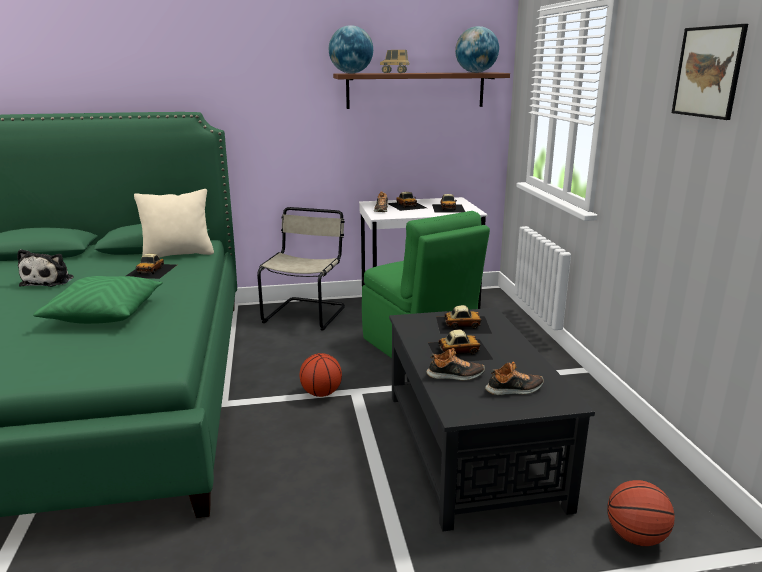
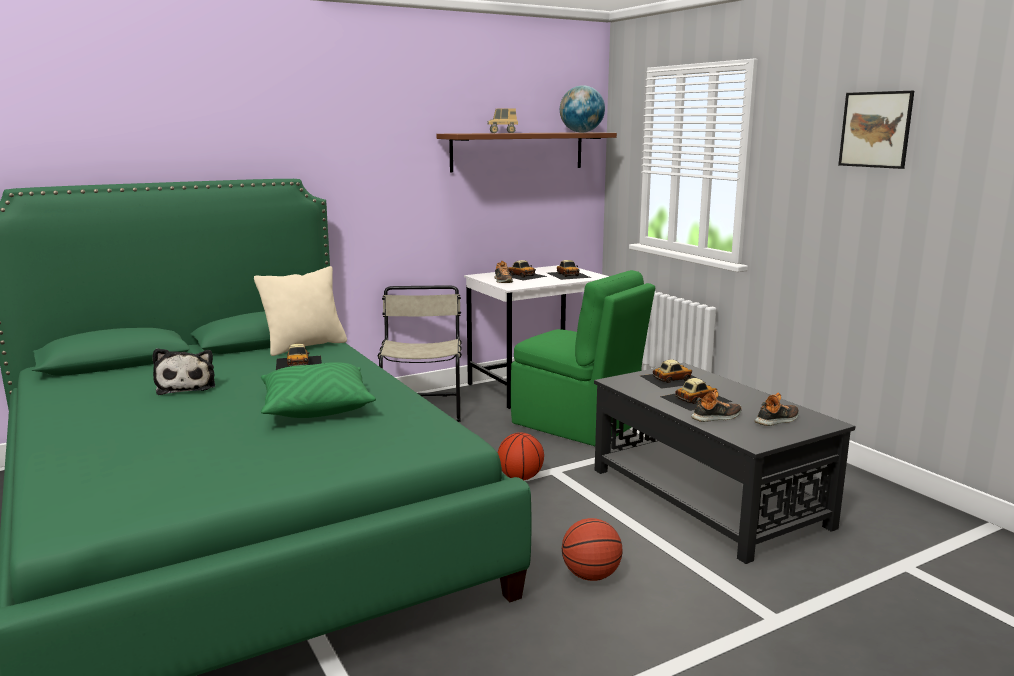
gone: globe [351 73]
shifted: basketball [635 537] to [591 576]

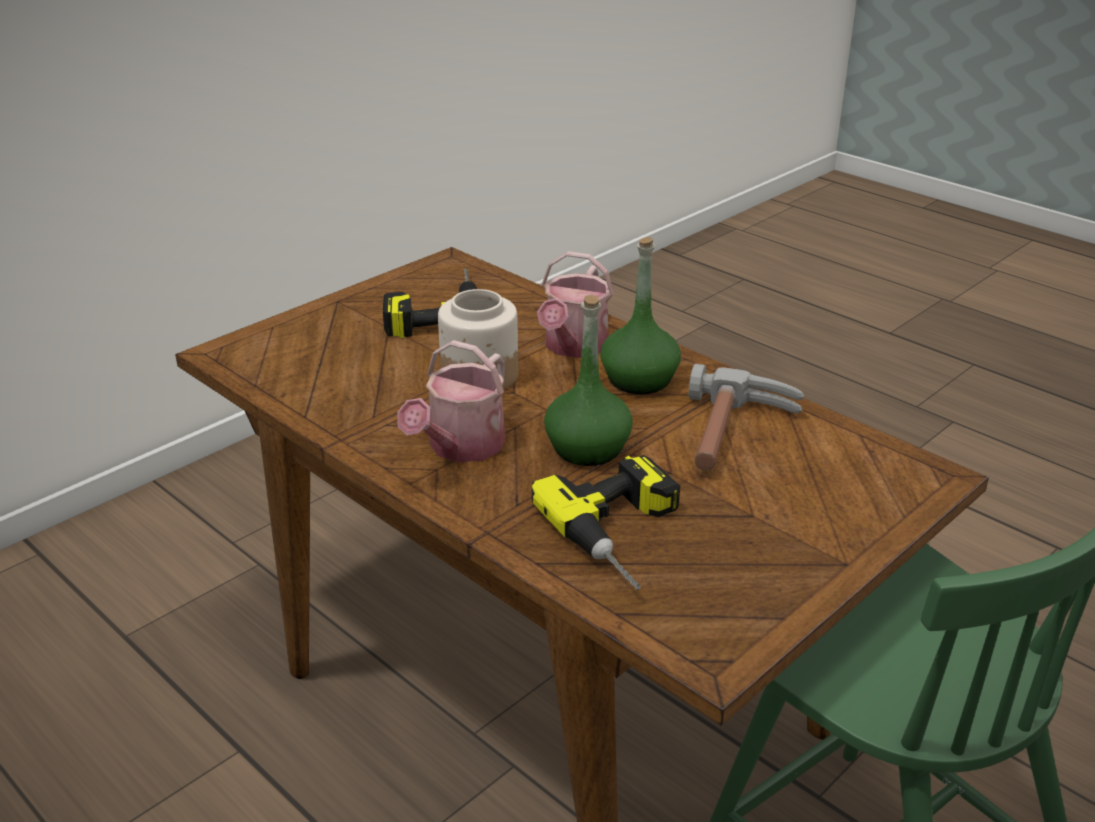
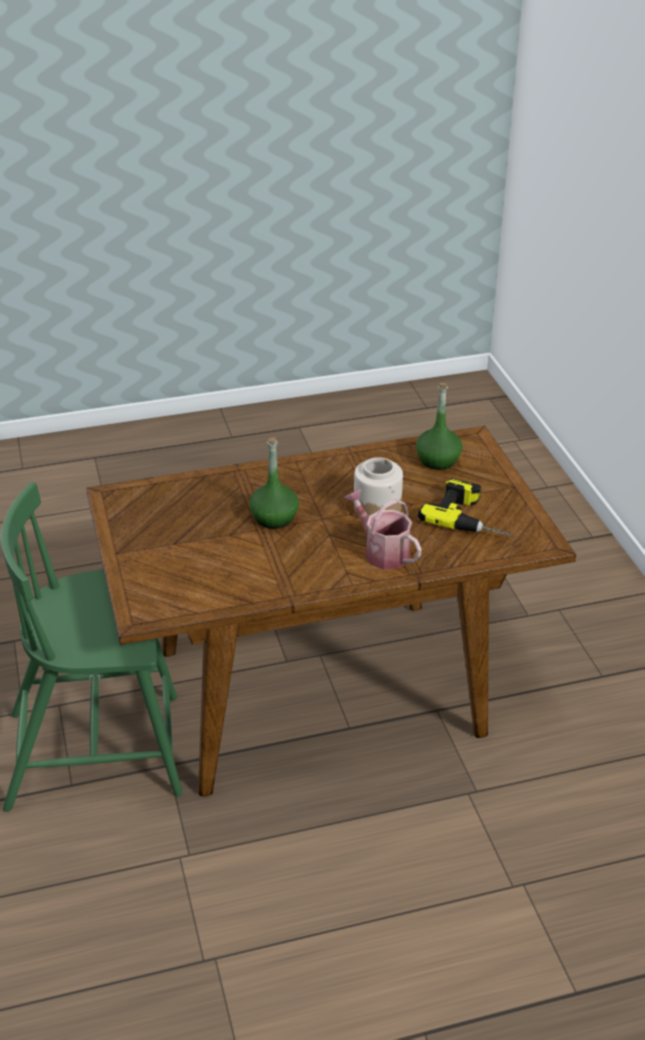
gone: watering can [460 447]; power drill [627 534]; hammer [736 436]
shifted: green bottle [639 380] to [437 460]

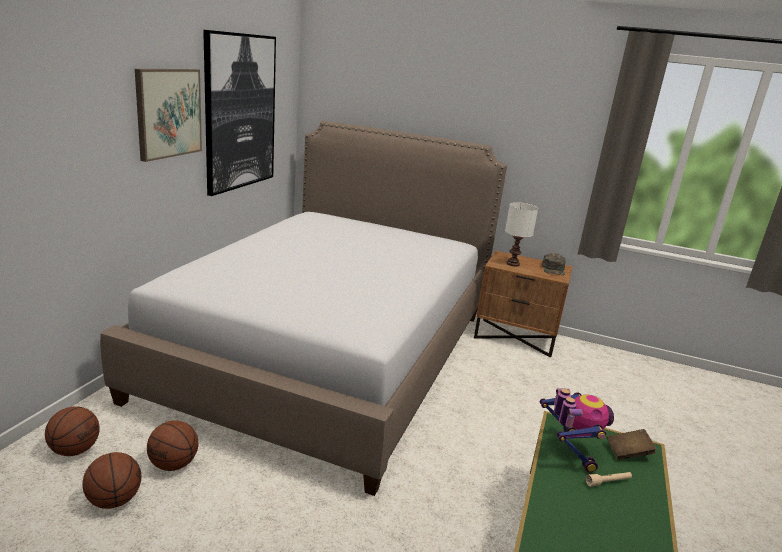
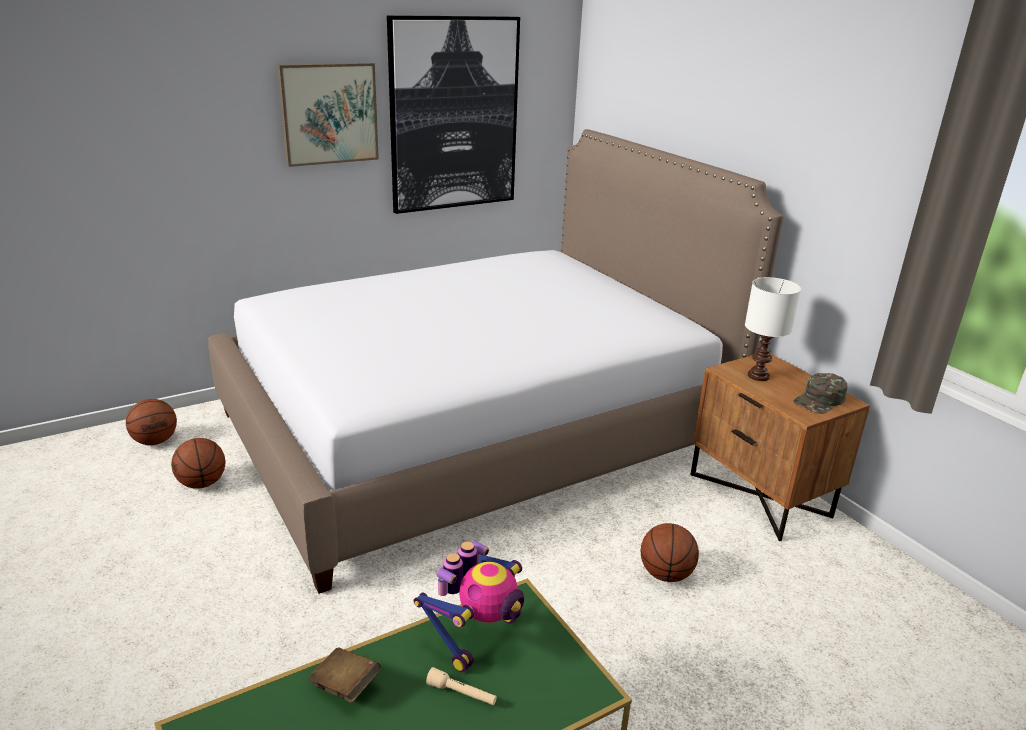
shifted: brown book [628 453] to [345 686]; basketball [114 500] to [665 574]

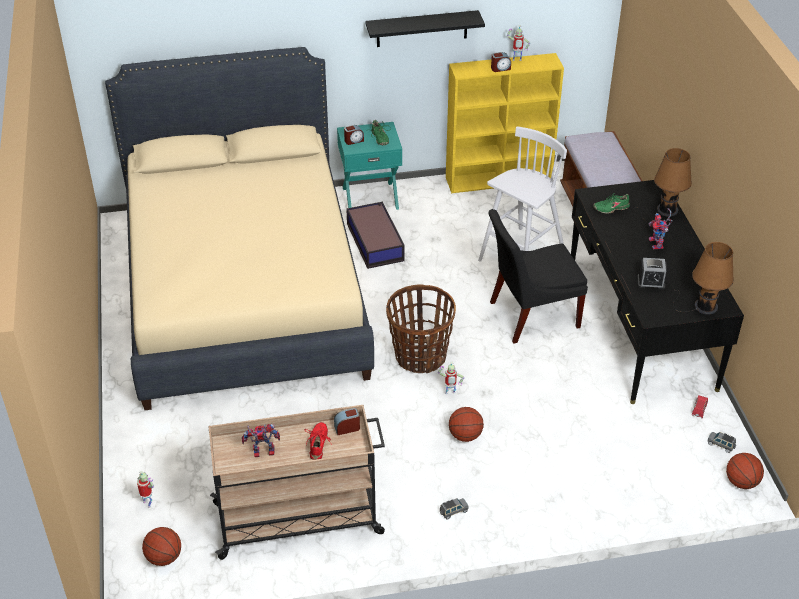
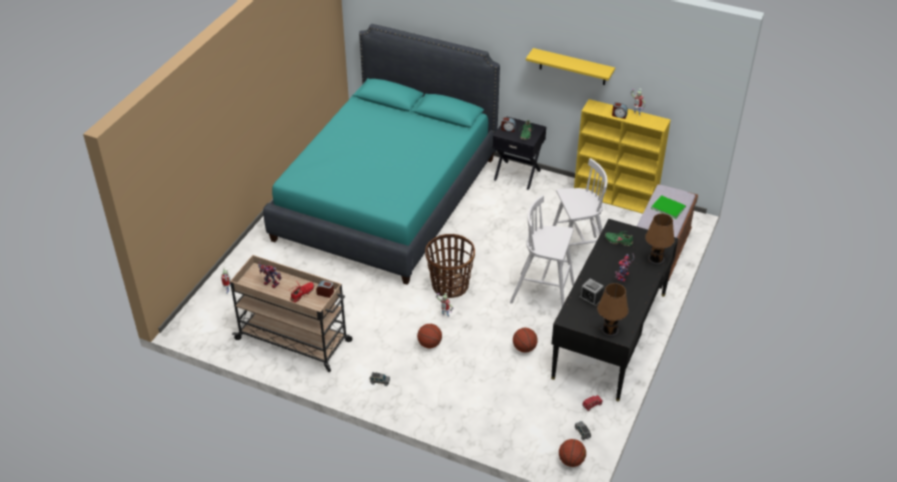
gone: storage box [375 241]
new: green book [667 207]
shifted: basketball [164 557] to [524 348]
swapped: black chair [530 315] to white stool [543 294]
repainted: beige bed [244 289] to turquoise bed [387 198]; turquoise nightstand [370 197] to black nightstand [517 174]; black shelf [422 28] to yellow shelf [572 67]

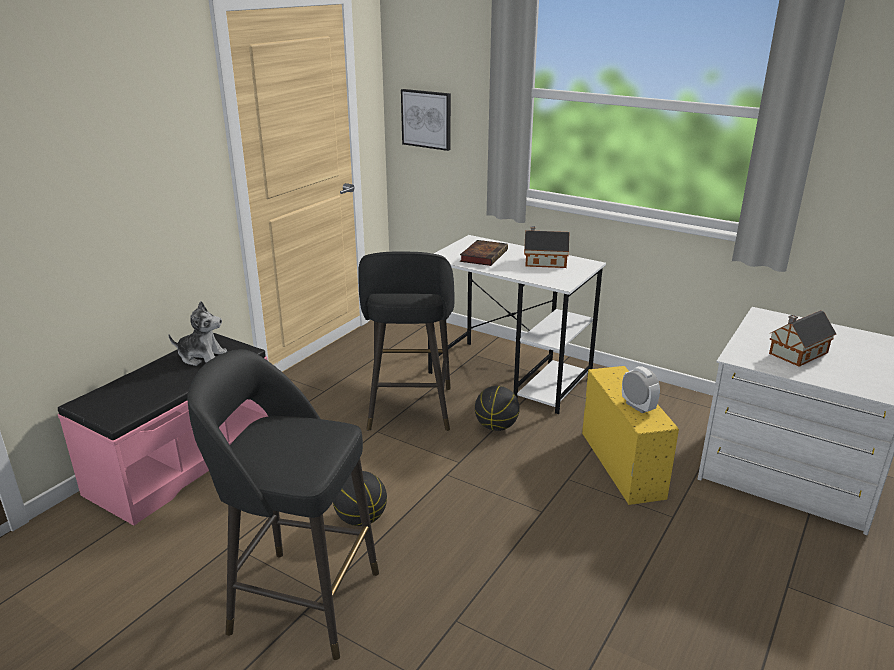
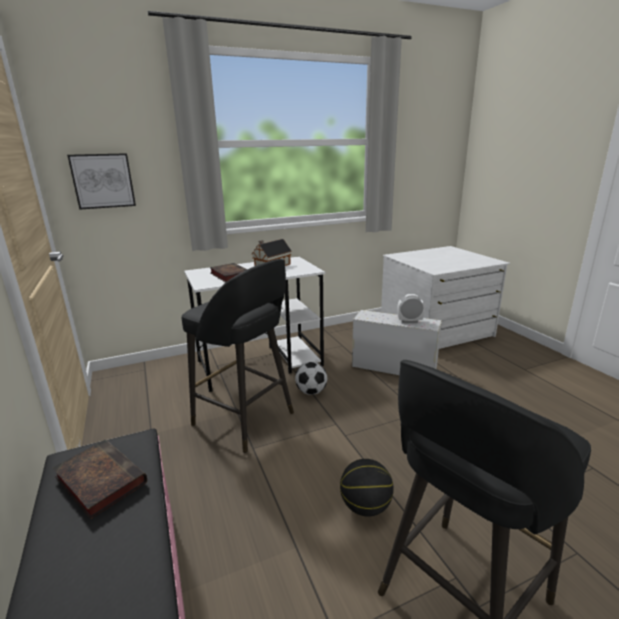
gone: toy house [796 353]
swapped: plush toy [202 357] to book [98 480]; basketball [496 426] to football [311 392]
repainted: yellow storage box [621 463] to white storage box [392 367]

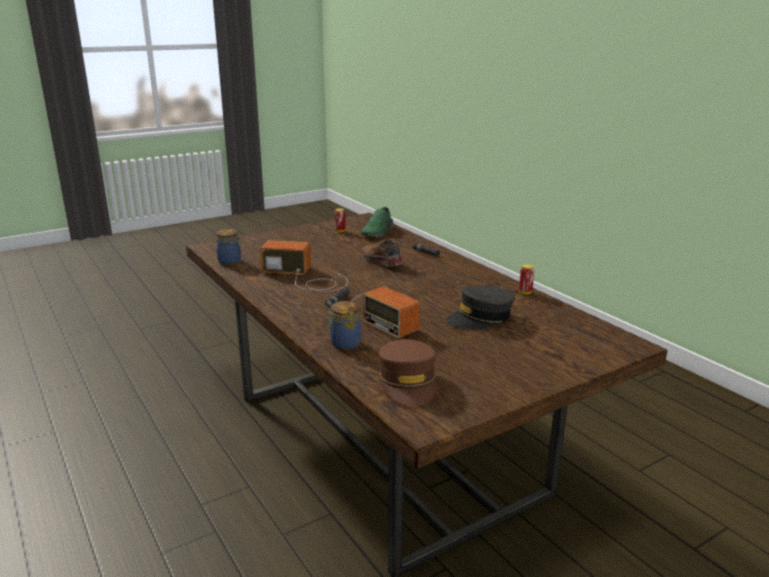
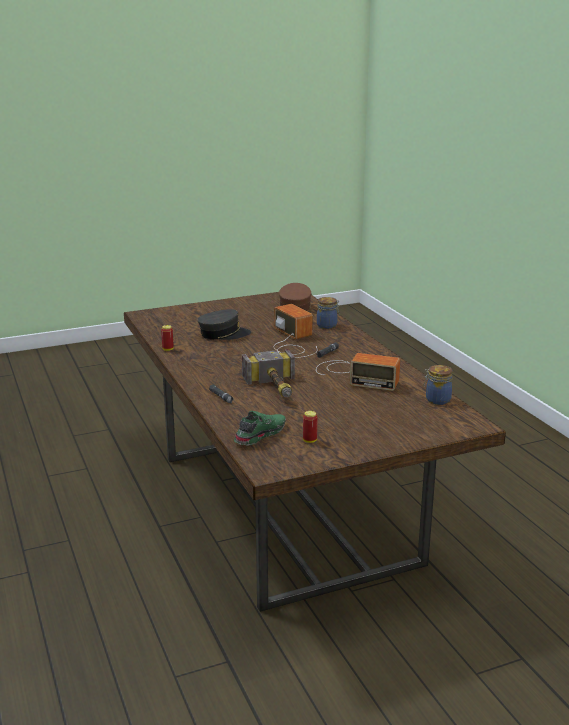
swapped: brown shoe [380 261] to hammer [276 389]

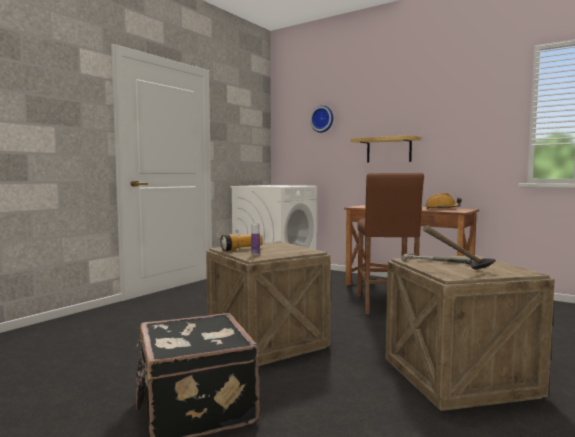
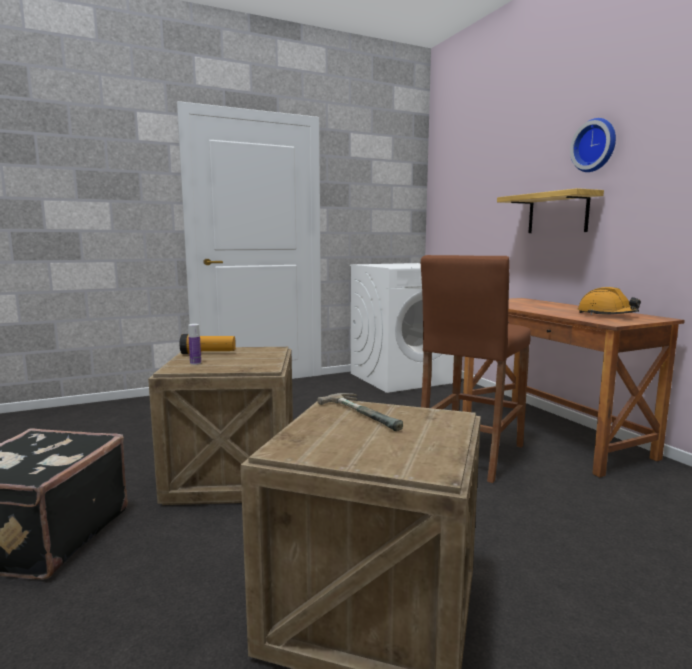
gone: hammer [459 273]
shifted: wall clock [322 119] to [595 145]

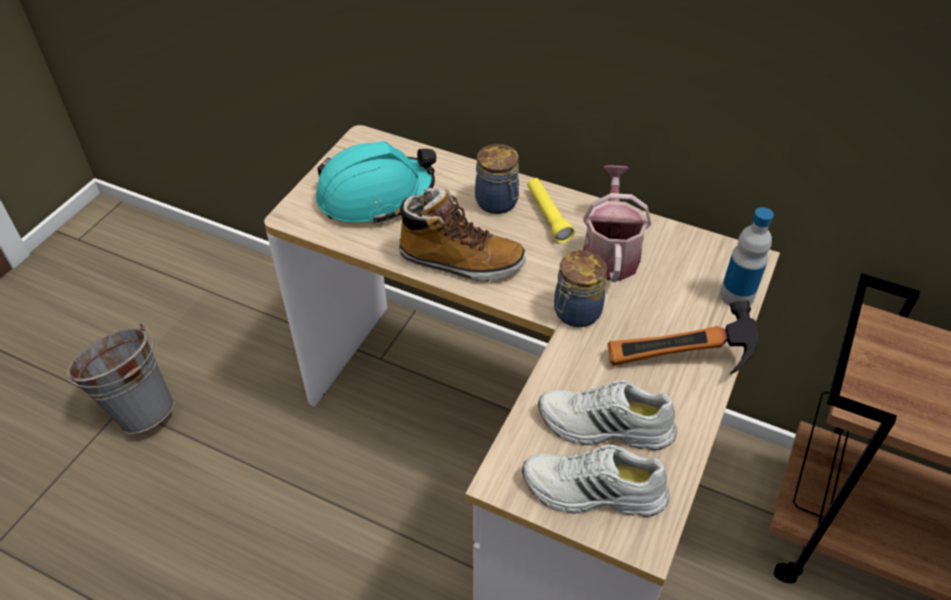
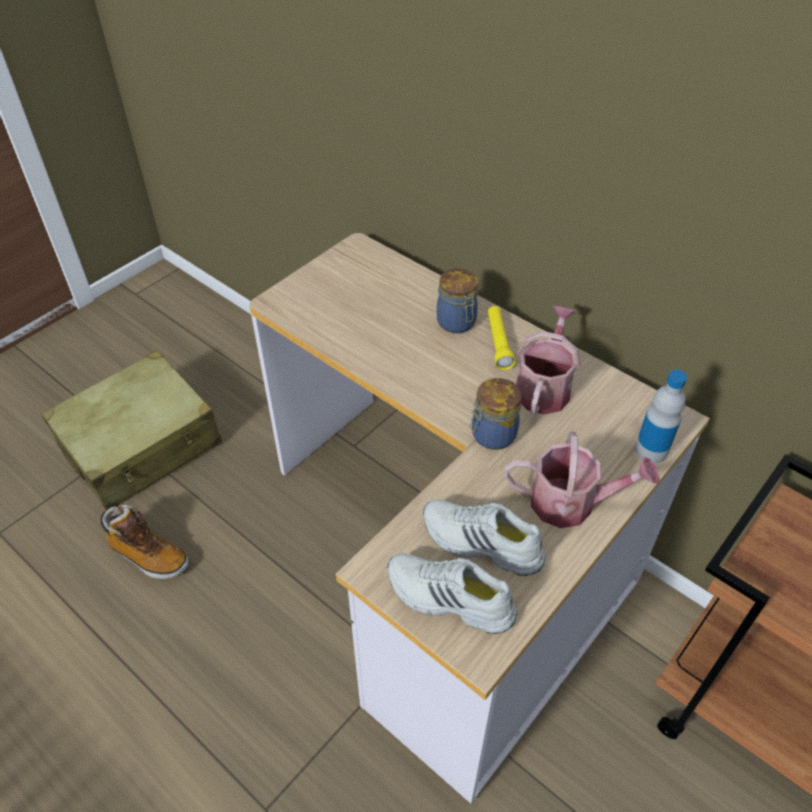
gone: turquoise hard hat [375 196]
shifted: boot [460 261] to [148 556]
swapped: grey bucket [138 408] to beige suitcase [141 445]; hammer [679 365] to watering can [571 503]

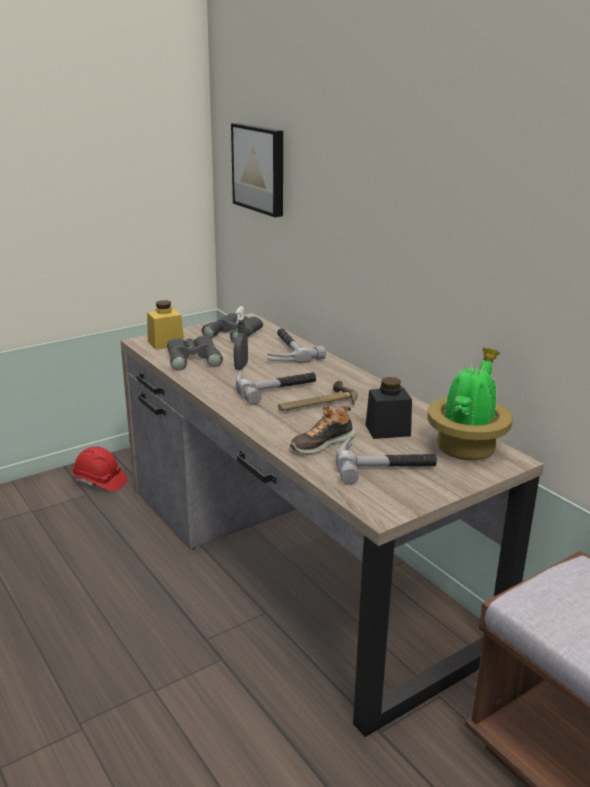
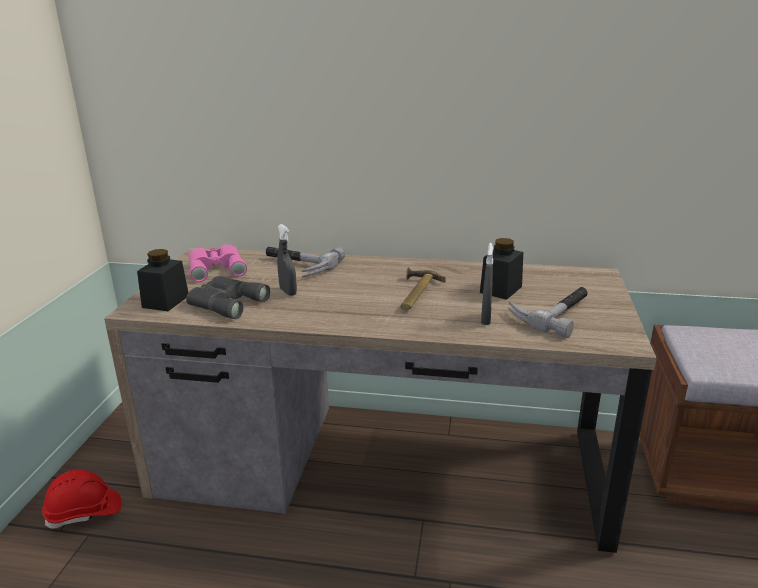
gone: picture [260 168]; hammer [274 387]; potted plant [466 447]
swapped: shoe [322 443] to grey spray bottle [485 319]
repainted: yellow jar [166 343] to black jar [165 301]; grey binoculars [235 333] to pink binoculars [216 268]

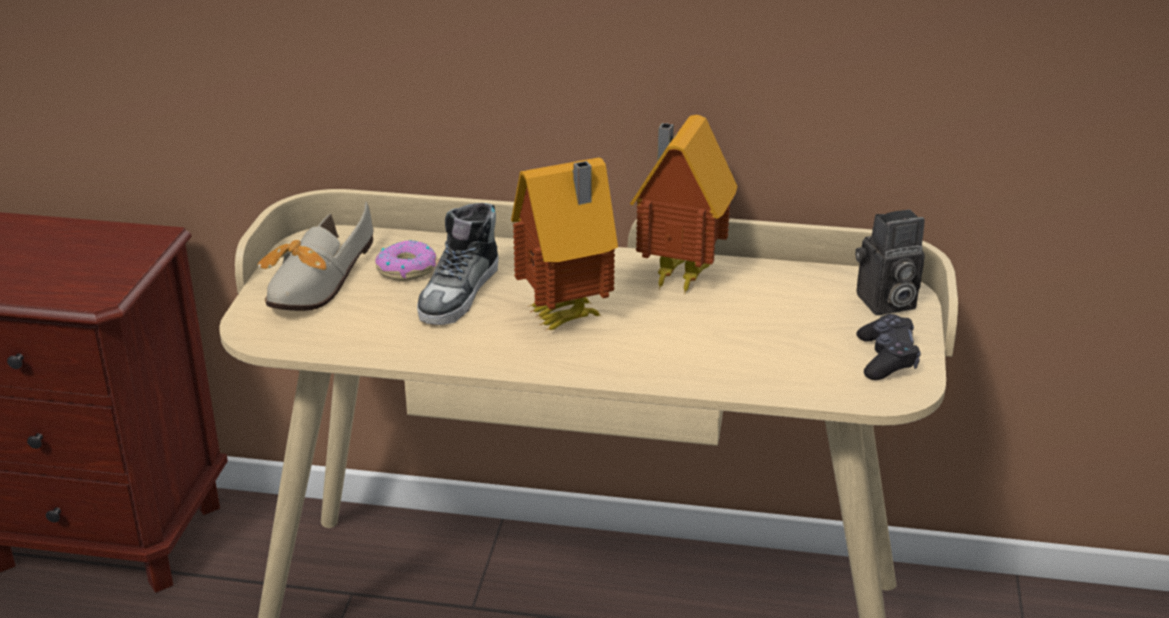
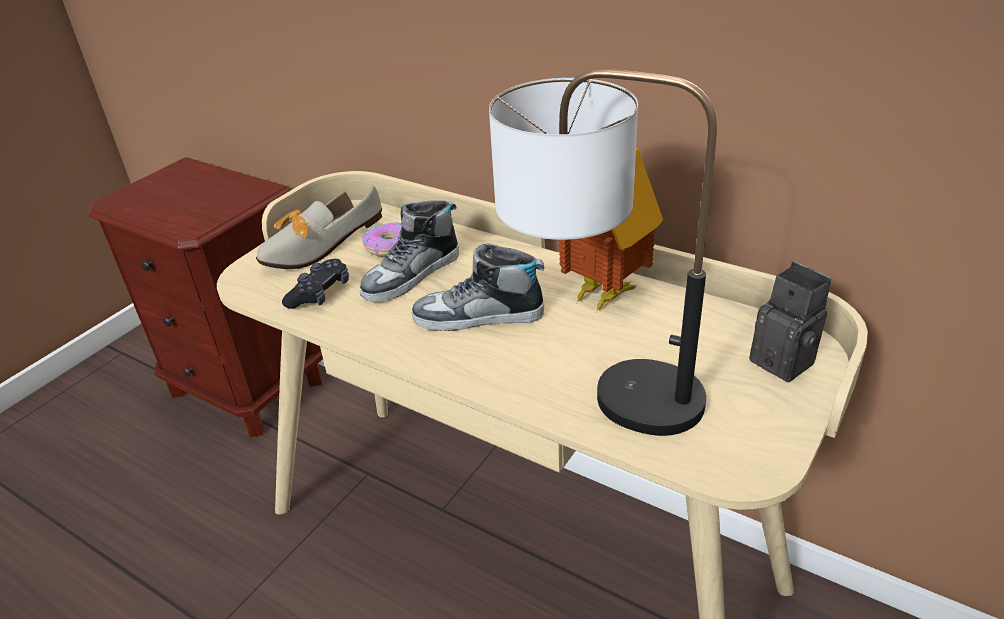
new: table lamp [599 386]
shifted: black game controller [886 358] to [320 293]
swapped: toy house [567 319] to shoe [479 317]
rotated: photo camera [885 303] = [786 362] 135 degrees counterclockwise

